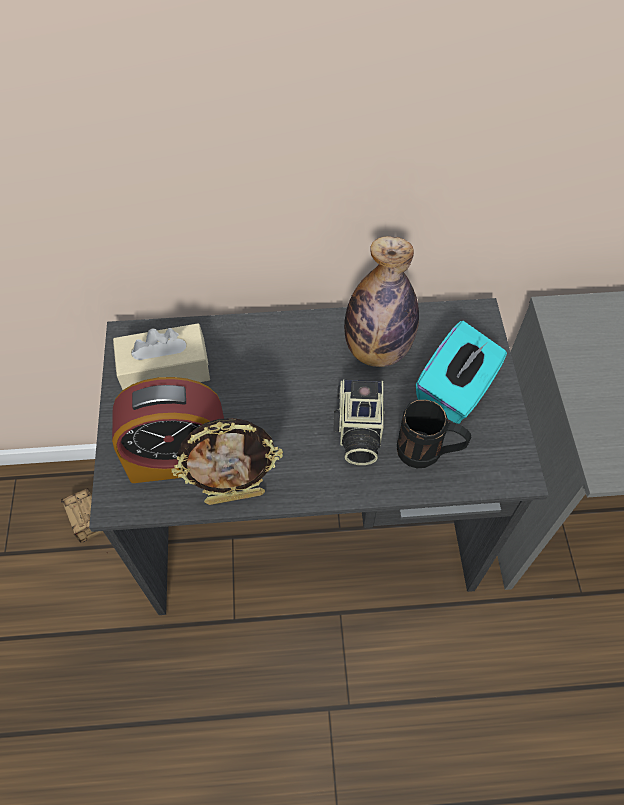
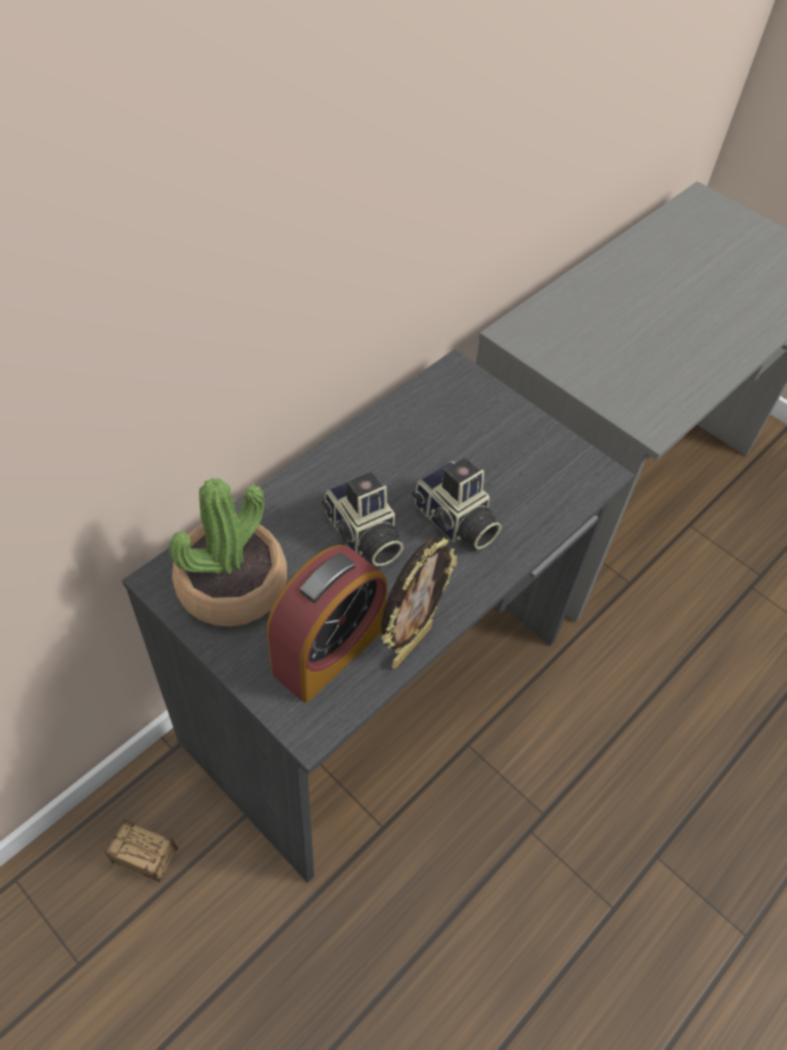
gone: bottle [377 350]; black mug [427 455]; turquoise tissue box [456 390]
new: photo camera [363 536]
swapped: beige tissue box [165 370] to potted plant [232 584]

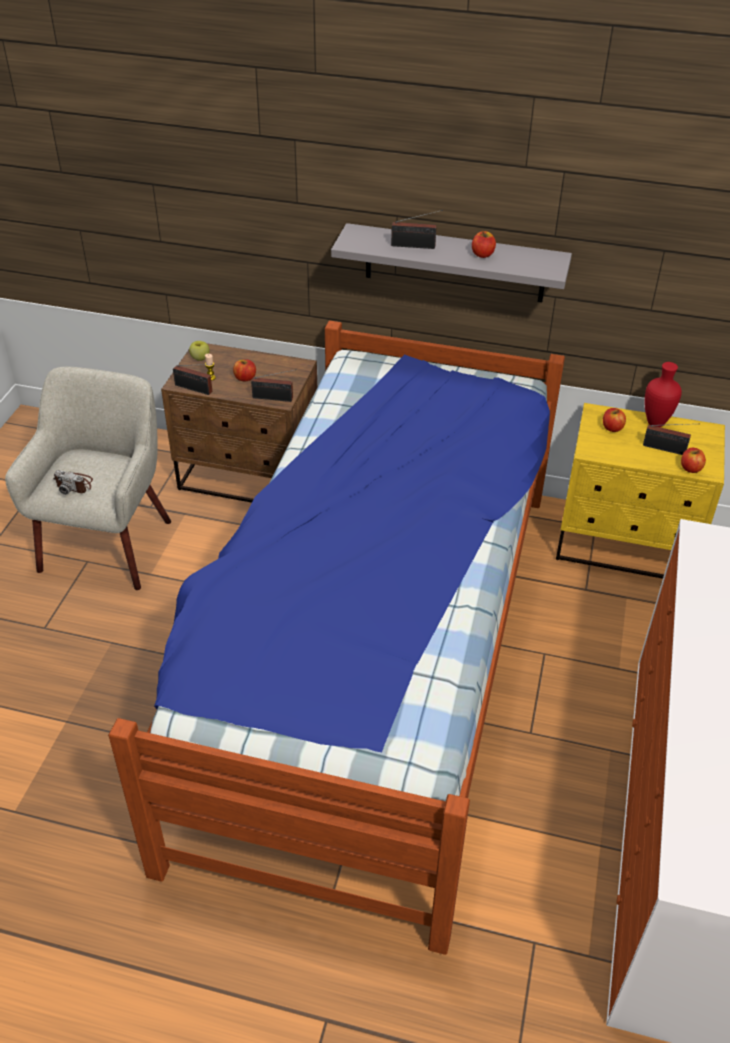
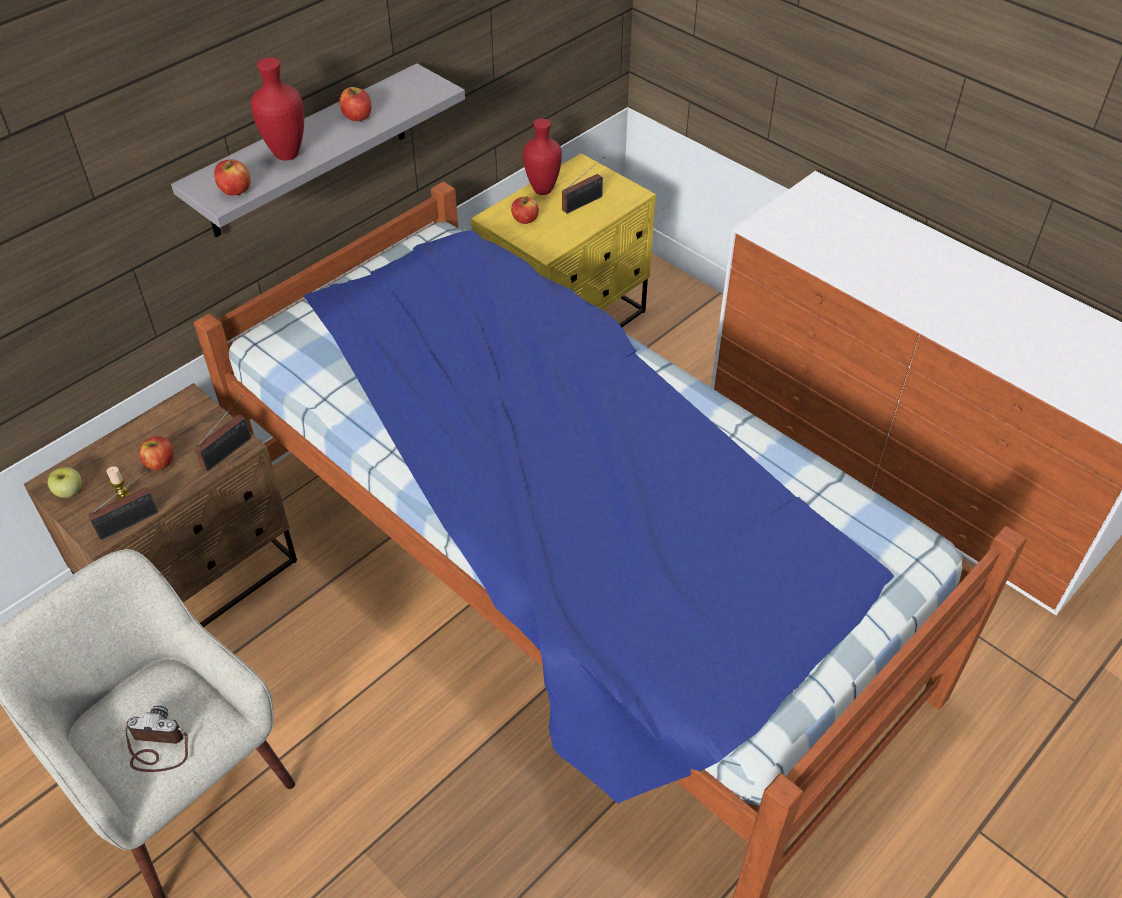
shifted: apple [690 468] to [235 190]
swapped: radio [415 246] to red vase [287 153]
rotated: photo camera [74 484] = [157 747] 135 degrees counterclockwise

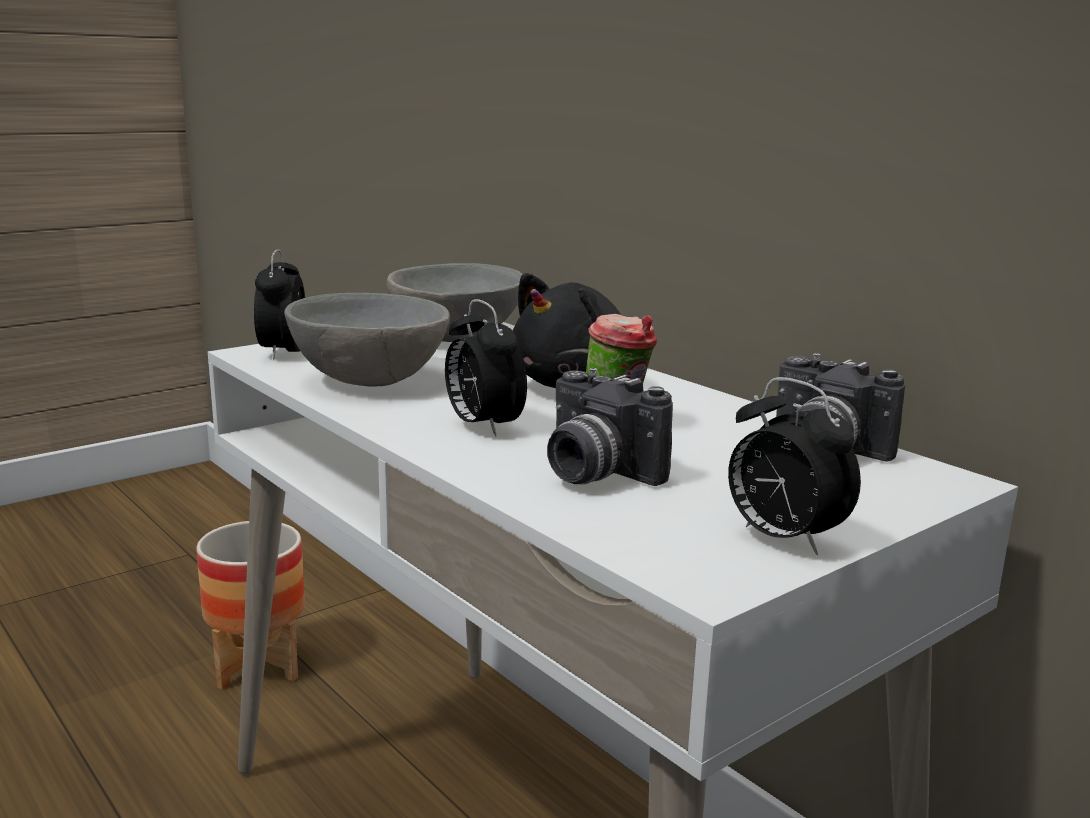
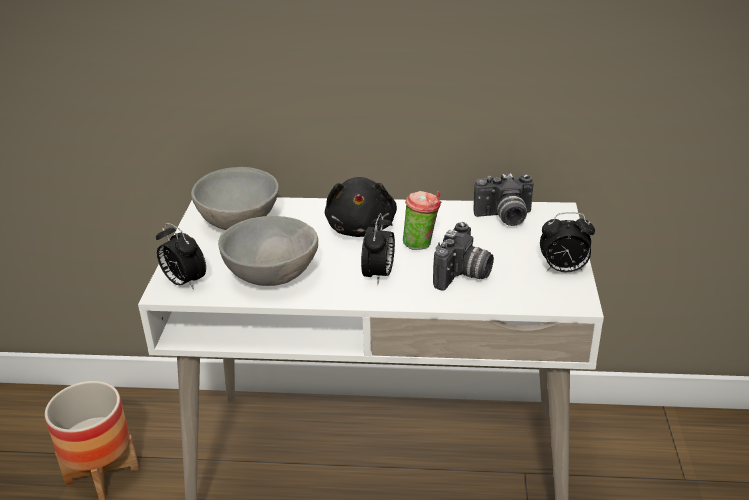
rotated: alarm clock [482 426] = [379 275] 90 degrees counterclockwise; photo camera [593 473] = [463 276] 60 degrees counterclockwise

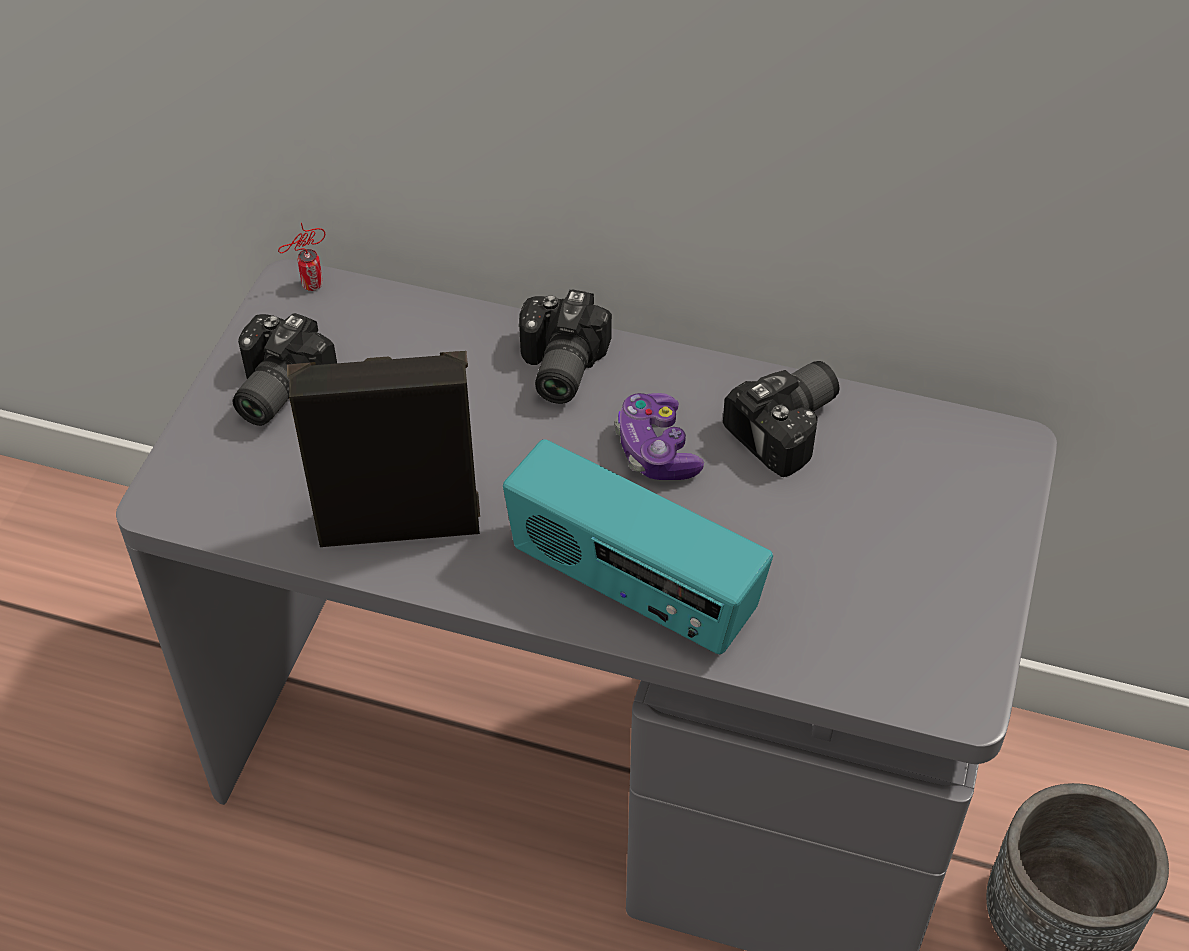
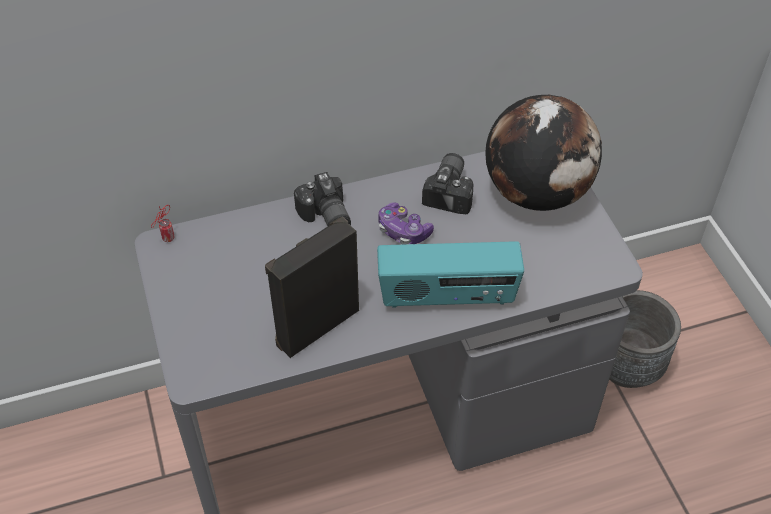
gone: photo camera [273 389]
new: globe [537 193]

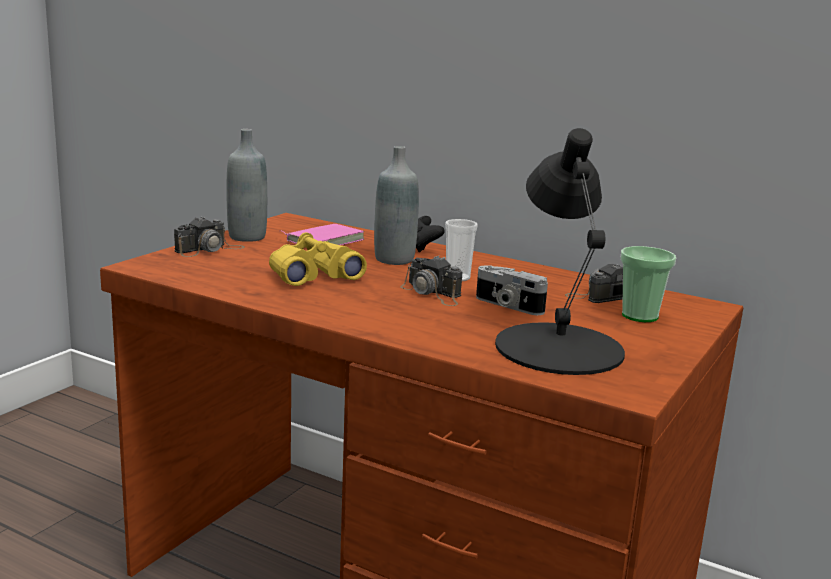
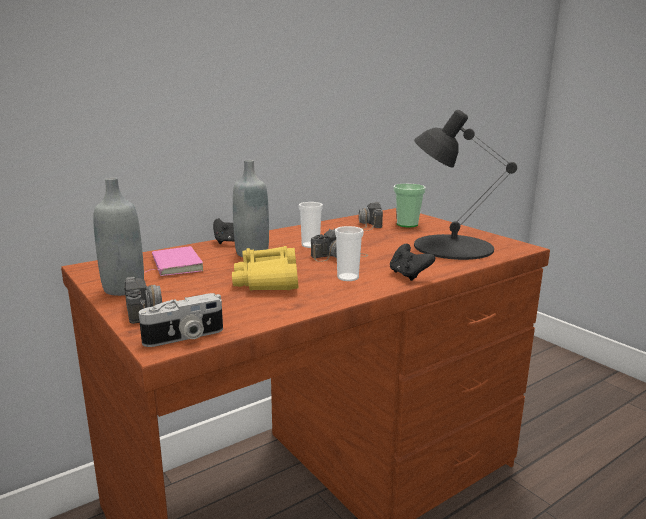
new: cup [348 277]; black game controller [408 275]
shifted: photo camera [507 306] to [184 337]

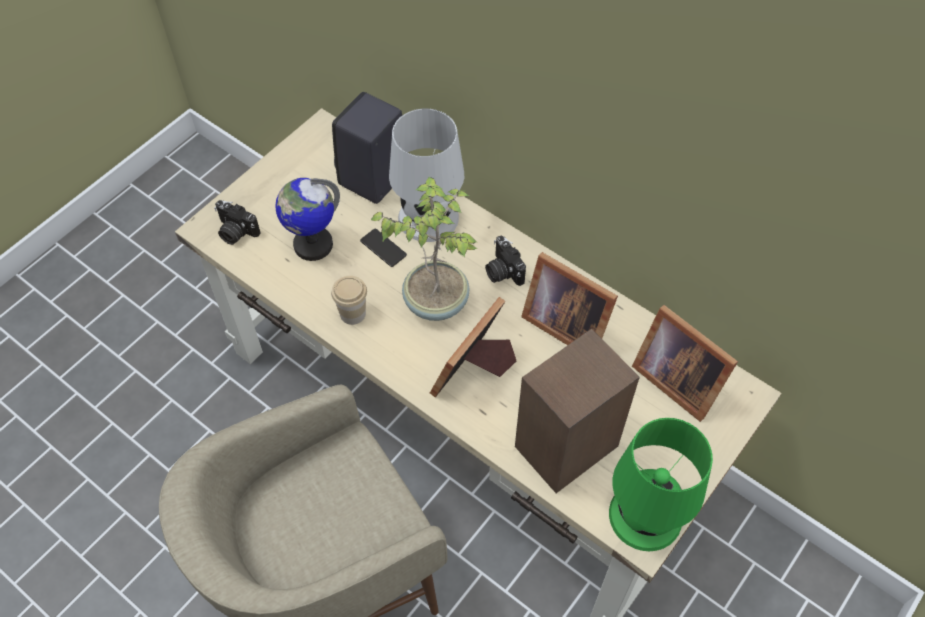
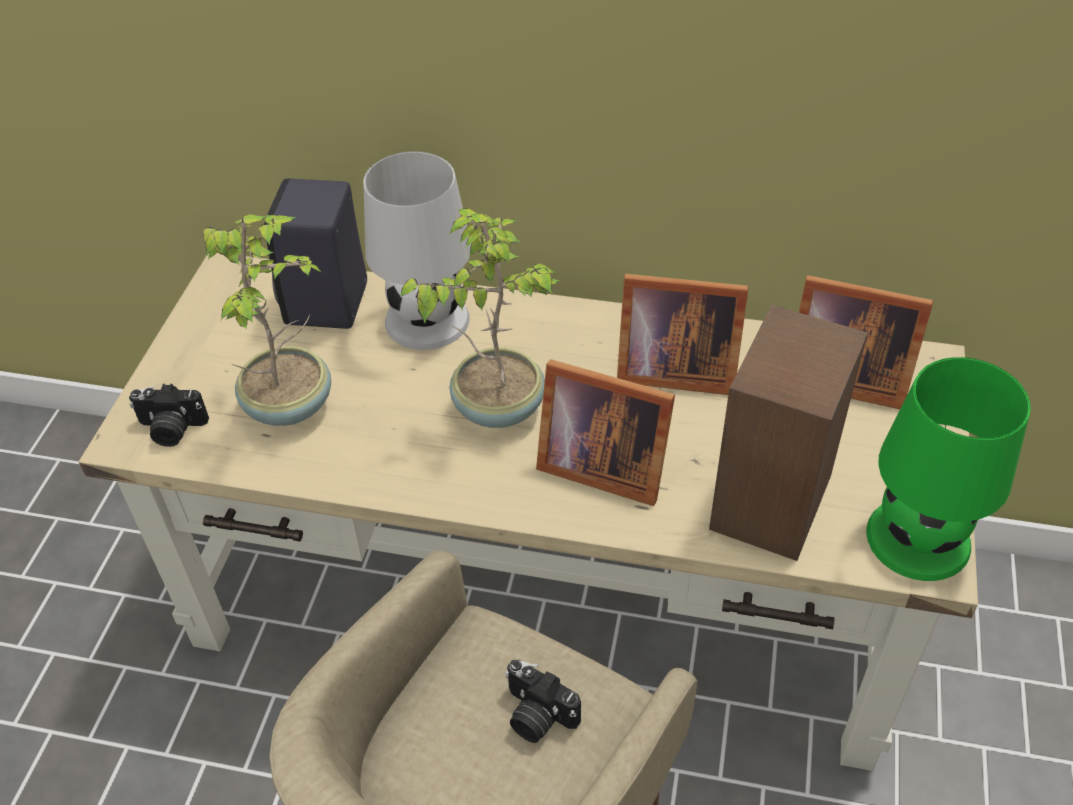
gone: cup [352 313]; phone [383 248]
shifted: photo camera [502 271] to [536 716]
swapped: globe [312 244] to potted plant [291 404]
rotated: picture frame [475 370] = [600 464] 75 degrees counterclockwise

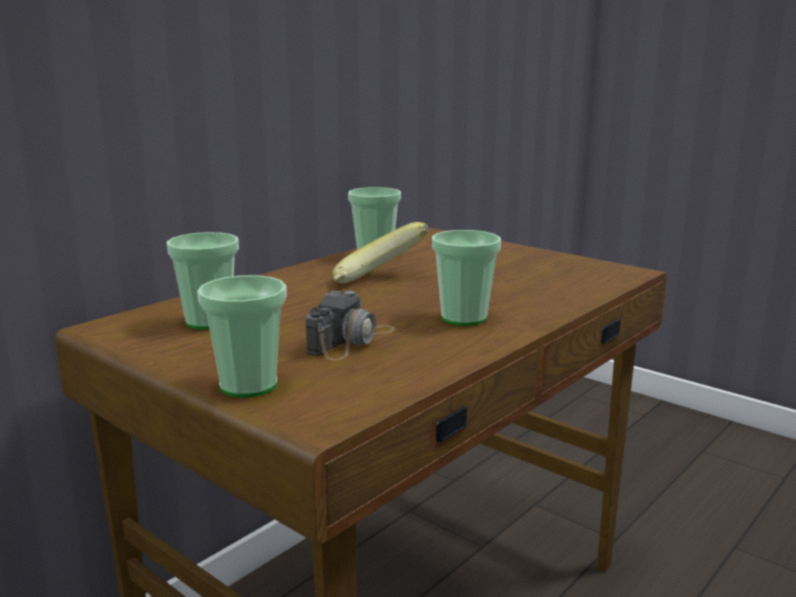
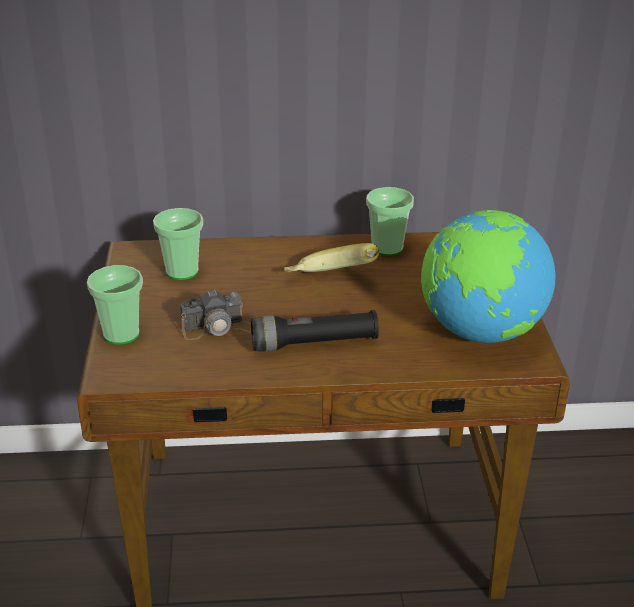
new: globe [480 332]
swapped: cup [463 318] to black flashlight [314 343]

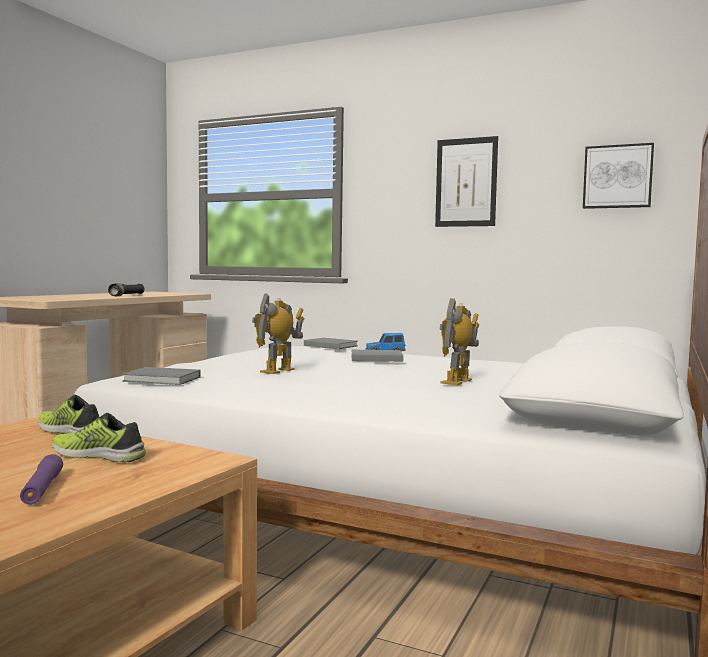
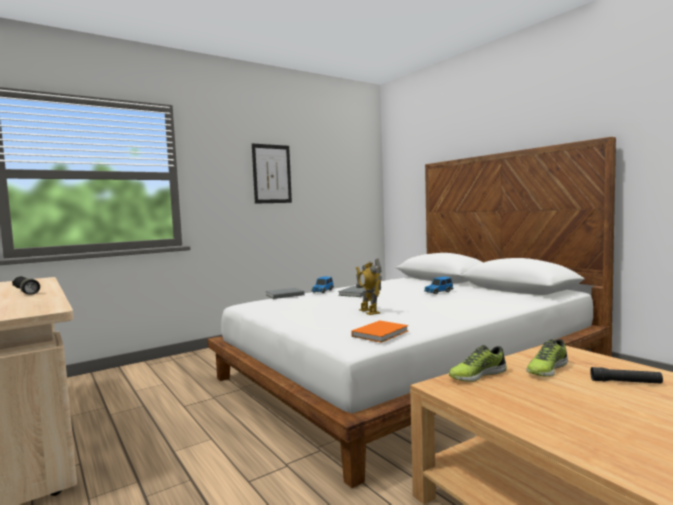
gone: picture [617 176]
swapped: toy robot [457 382] to toy car [438 292]
repainted: grey book [163 379] to orange book [381 333]; purple flashlight [42 489] to black flashlight [625 382]

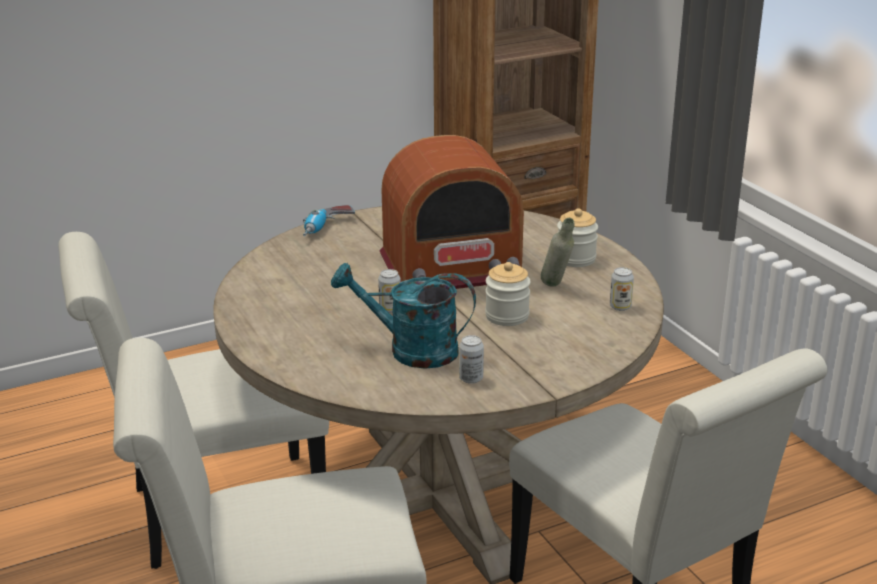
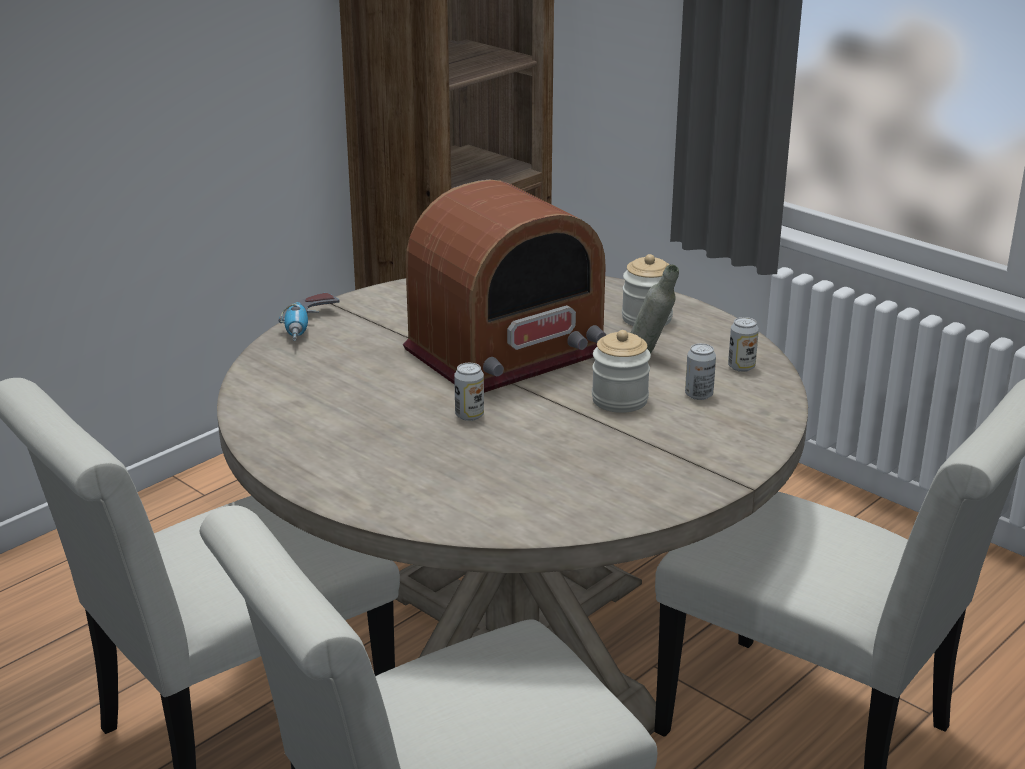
gone: turquoise watering can [411 350]
shifted: can [471 378] to [698 395]

